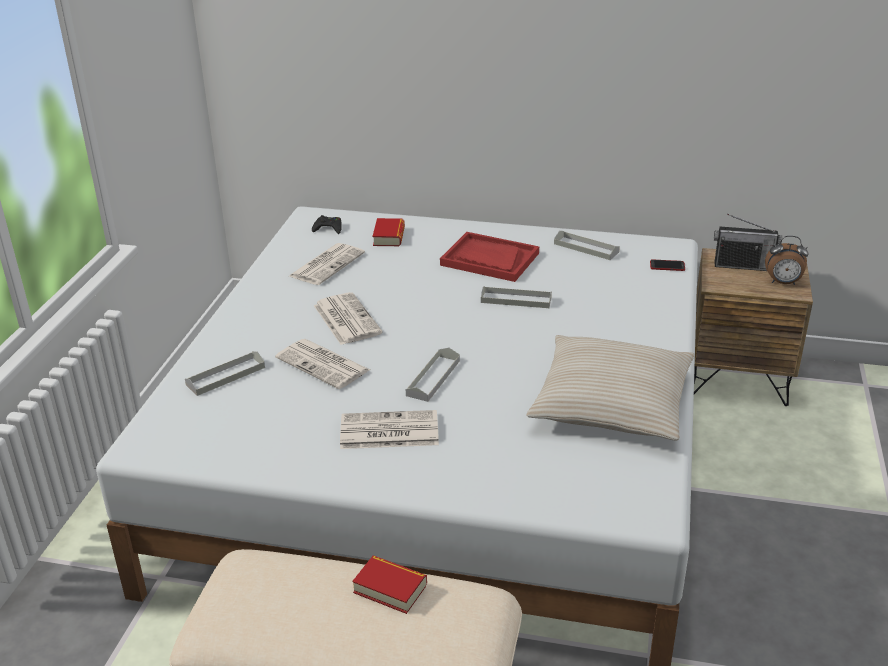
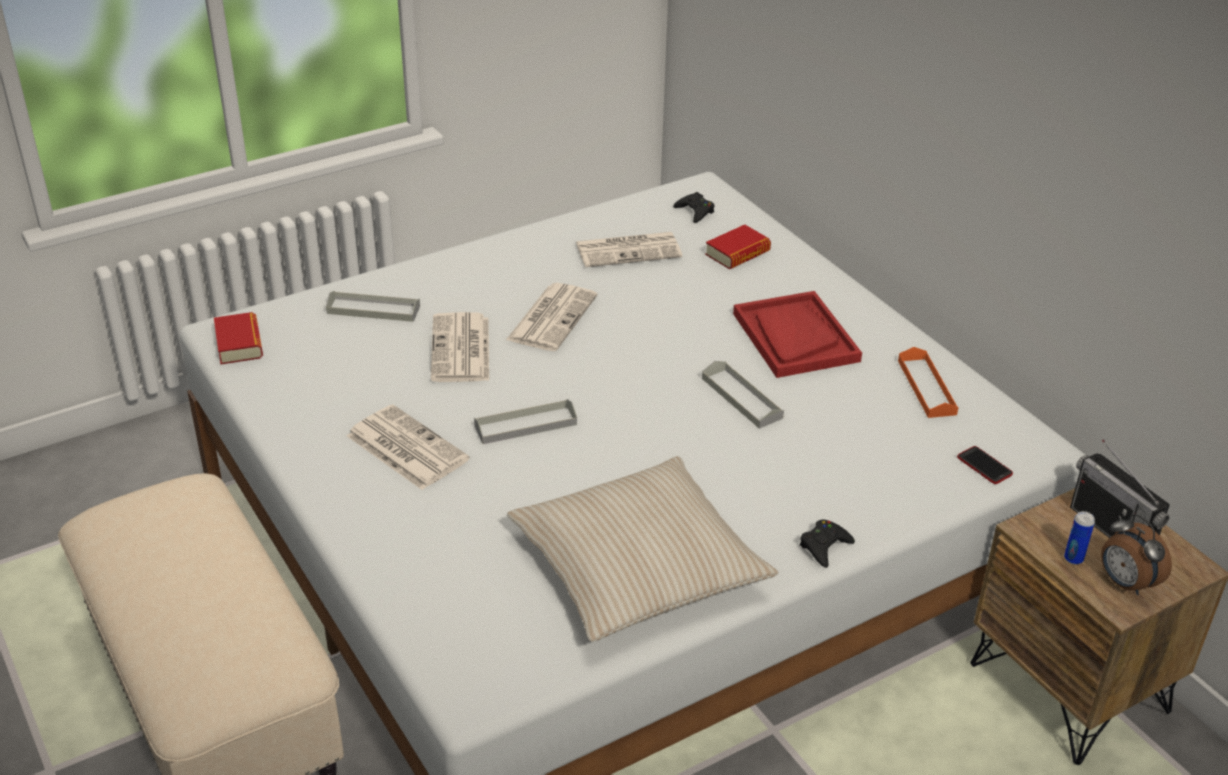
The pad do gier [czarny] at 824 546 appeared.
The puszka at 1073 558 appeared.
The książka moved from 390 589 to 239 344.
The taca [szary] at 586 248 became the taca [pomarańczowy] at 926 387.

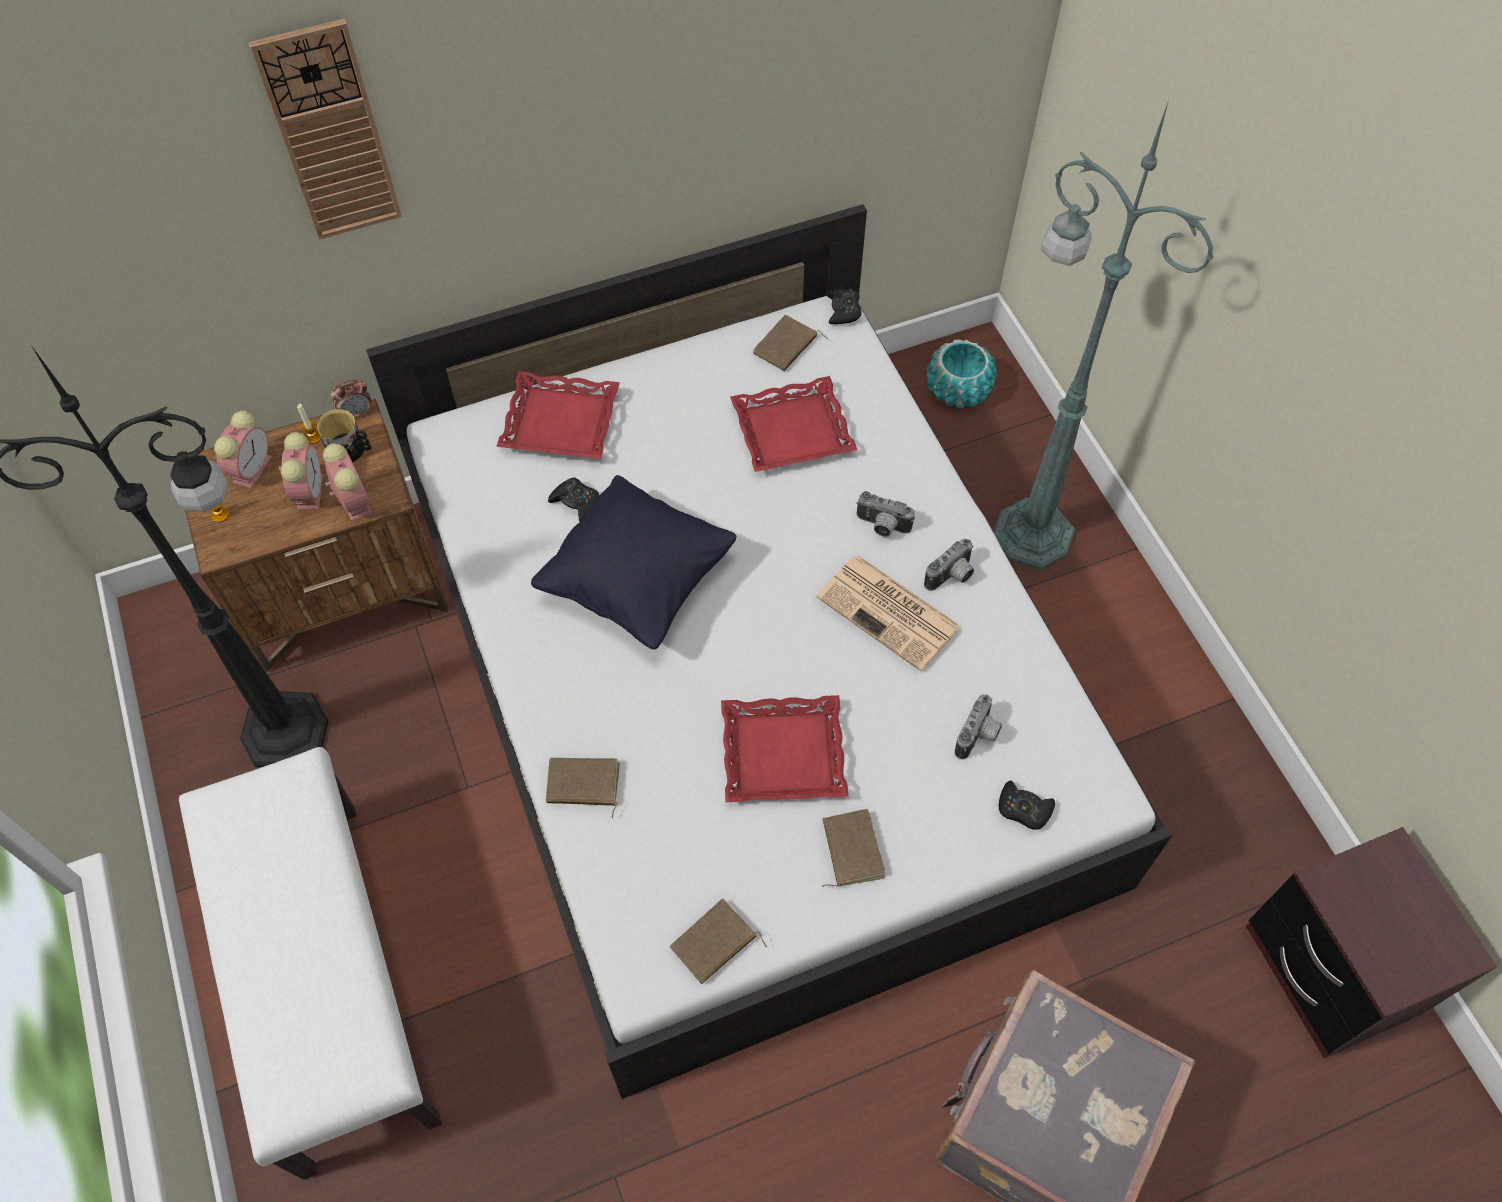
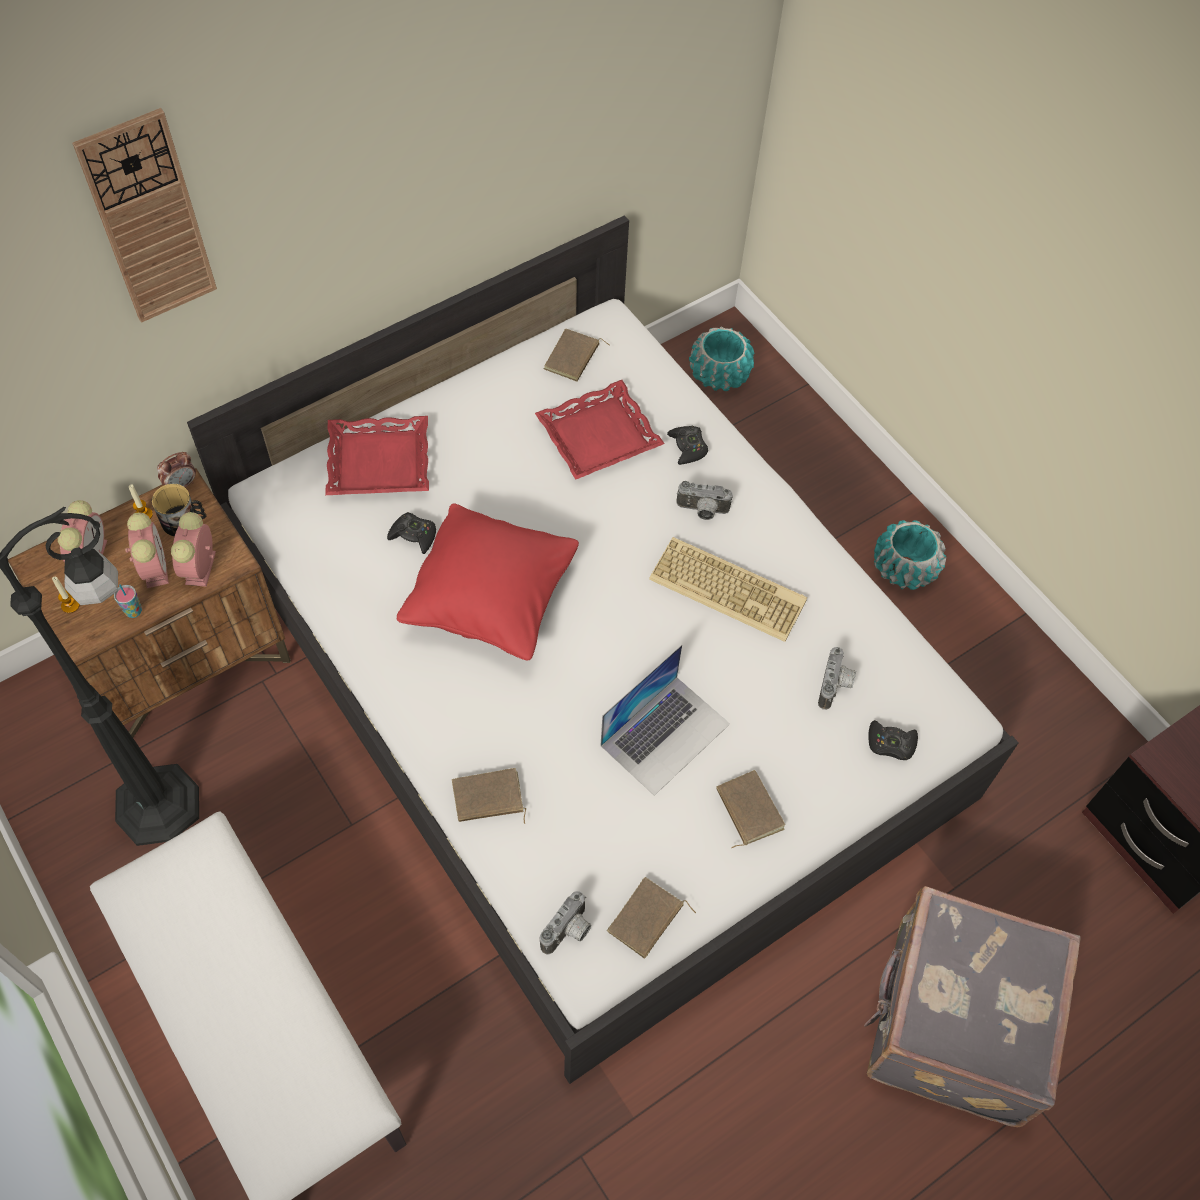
The lampa stojąca [zielony] at 1029 531 disappeared.
The filiżanka at 134 611 appeared.
The donica [turkusowy] at 903 568 appeared.
The pad do gier [czarny] moved from 843 310 to 687 447.
The aparat fotograficzny moved from 952 577 to 569 932.
The taca [czerwony] at 783 753 was replaced by the laptop at 665 734.
The gazeta at 890 613 was replaced by the klawiatura at 729 588.
The poduszka [czarny] at 637 582 became the poduszka [czerwony] at 491 601.
The budzik at 353 500 turned 135 degrees counterclockwise.

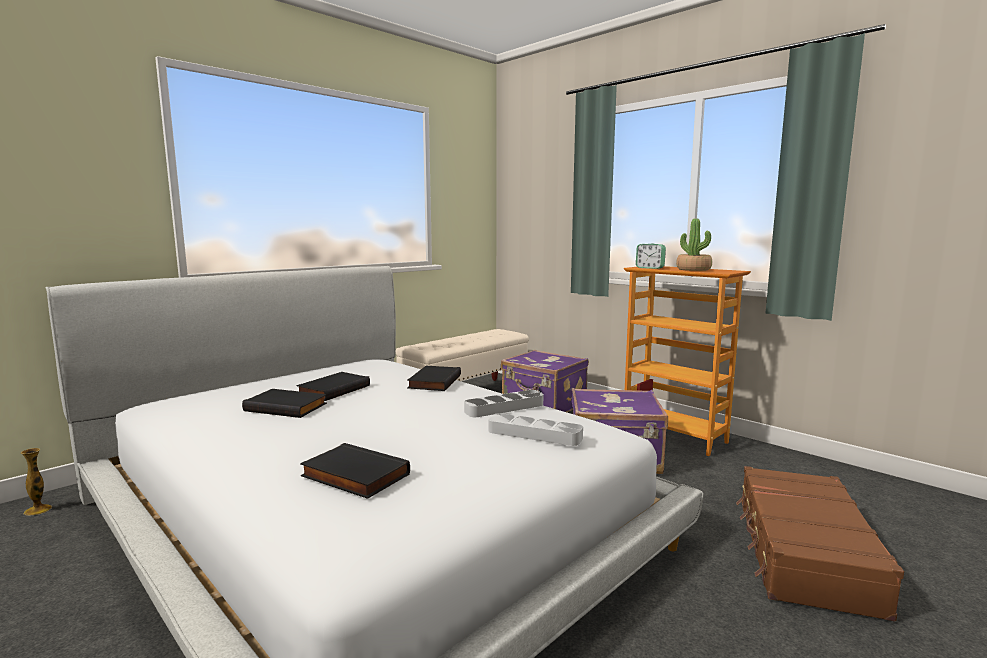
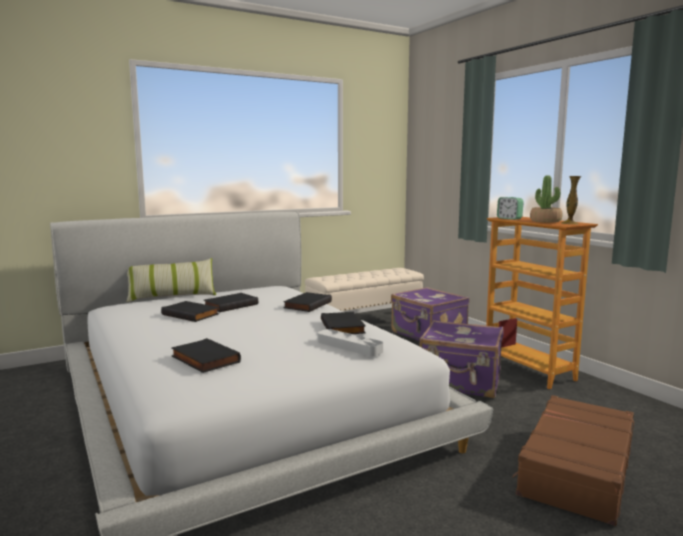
The poduszka at 172 297 appeared.
The wazon moved from 38 510 to 569 223.
The taca [szary] at 504 408 was replaced by the książka [czarny] at 343 327.

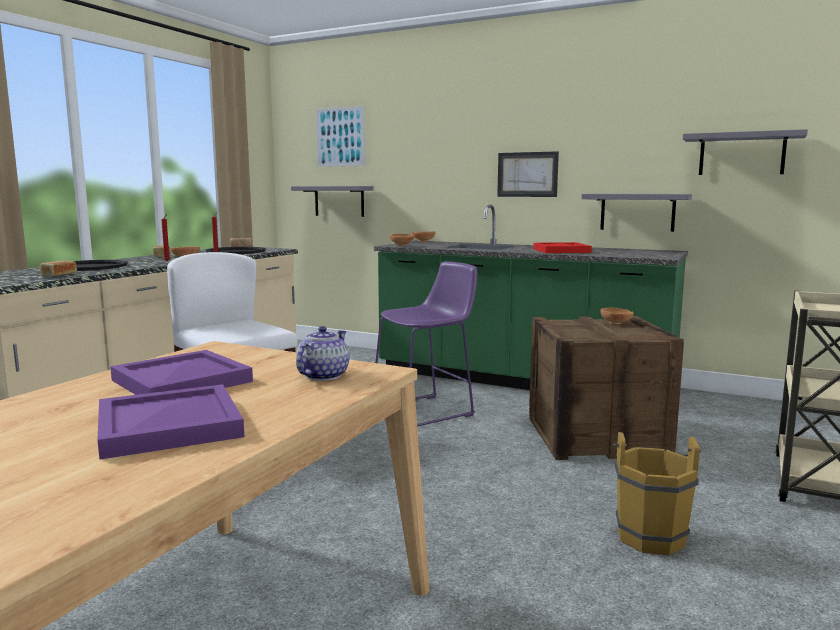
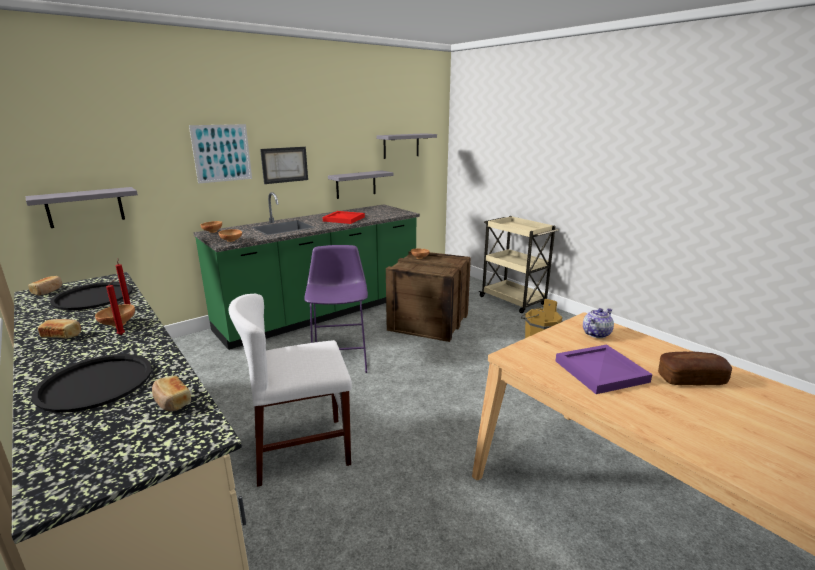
The obraz moved from 340 137 to 222 153.
The taca [fioletowy] at 167 427 was replaced by the chleb at 691 379.
The imbryk at 322 376 turned 90 degrees clockwise.

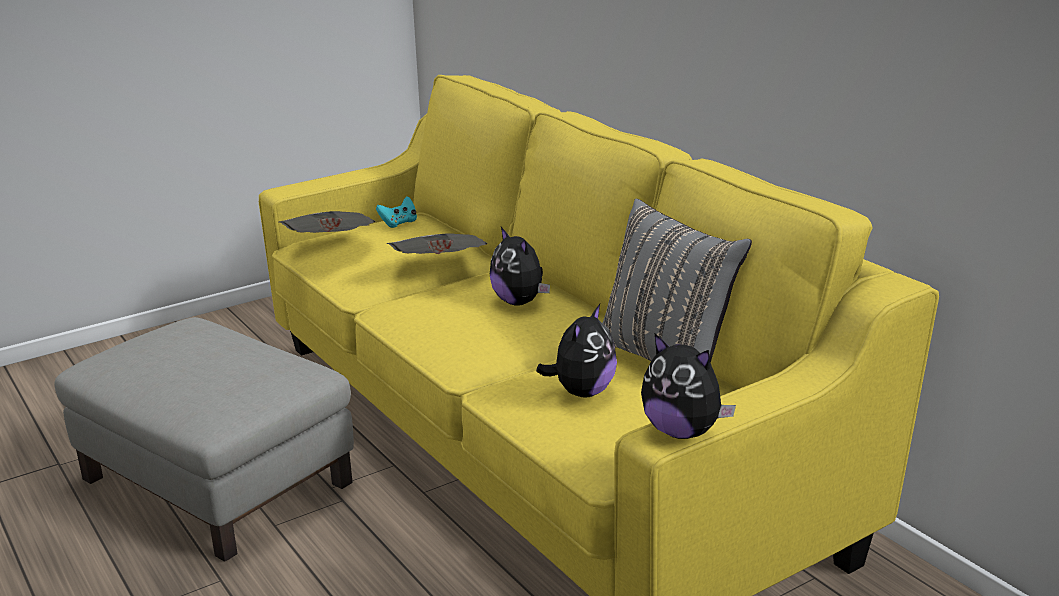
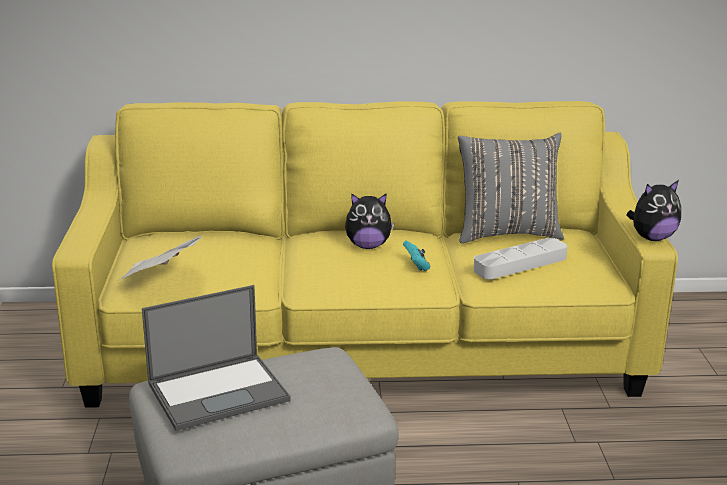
The gazeta at 440 270 disappeared.
The laptop at 220 391 appeared.
The pad do gier [turkusowy] moved from 399 223 to 416 266.
The pluszak at 582 392 was replaced by the taca [szary] at 520 264.

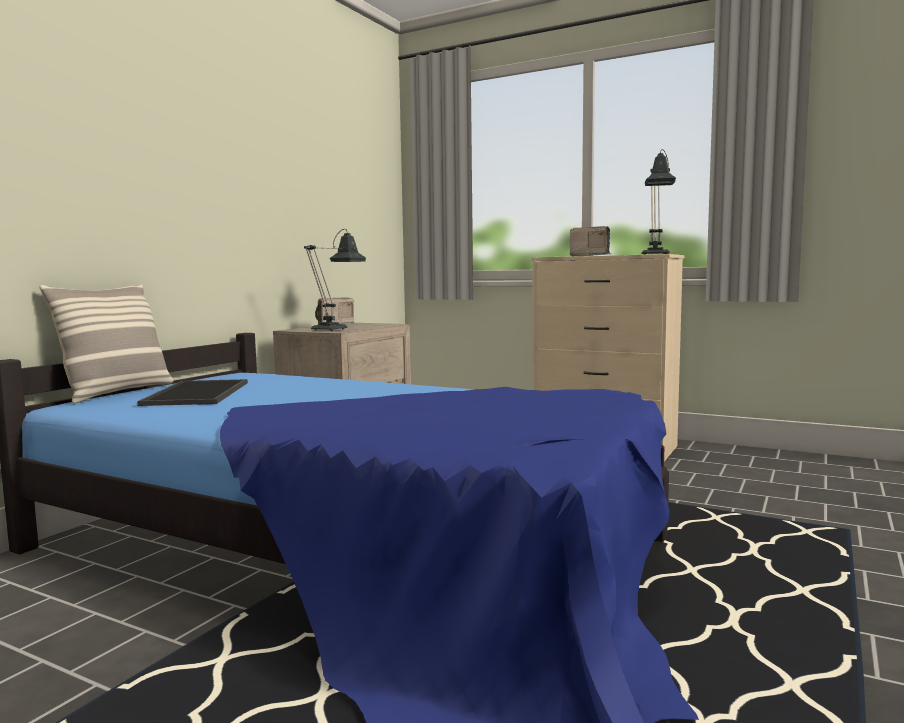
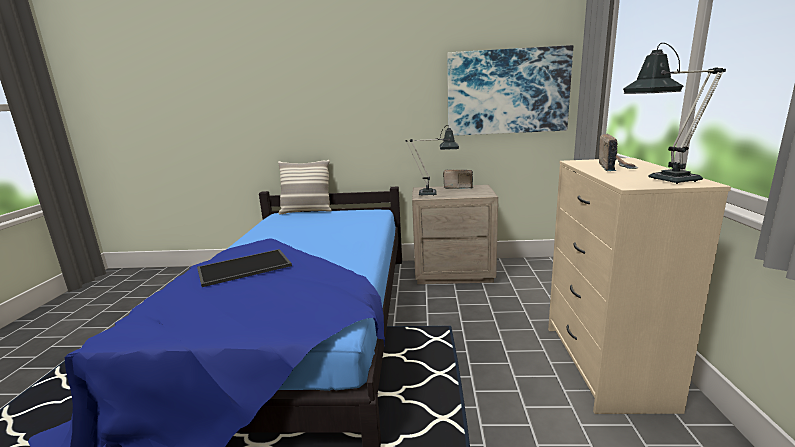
The obraz at 507 92 appeared.
The taca moved from 199 393 to 243 268.

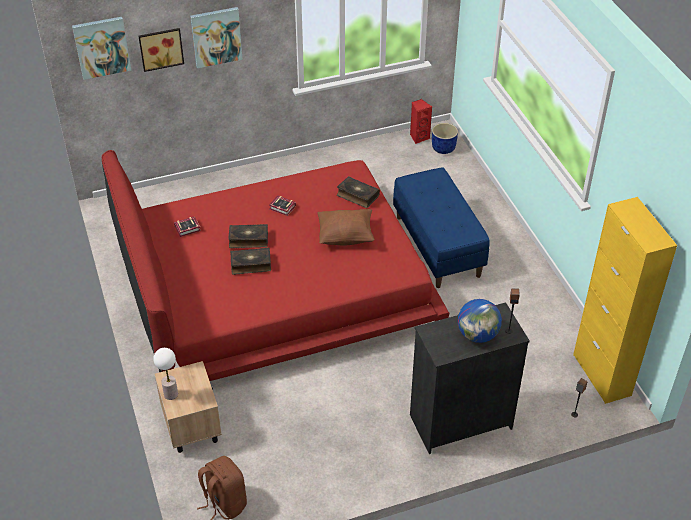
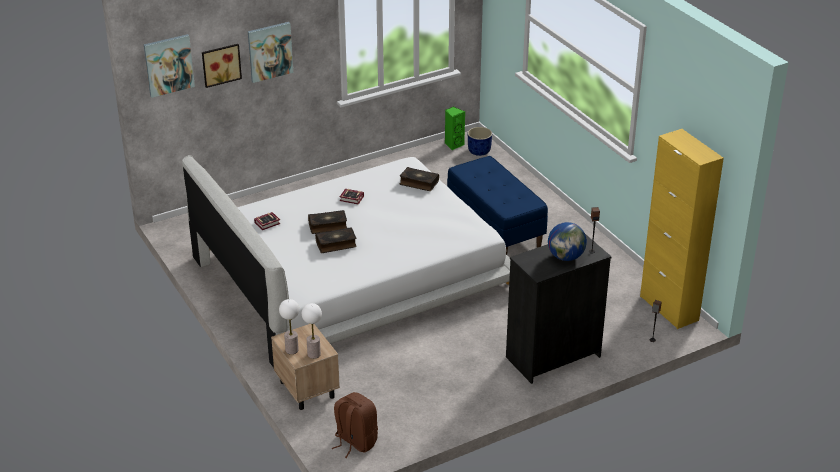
The poduszka [brązowy] at 346 236 disappeared.
The lampa stołowa at 314 354 appeared.
The łóżko [czerwony] at 275 286 became the łóżko [biały] at 352 274.
The głośnik [czerwony] at 419 137 became the głośnik [zielony] at 453 144.

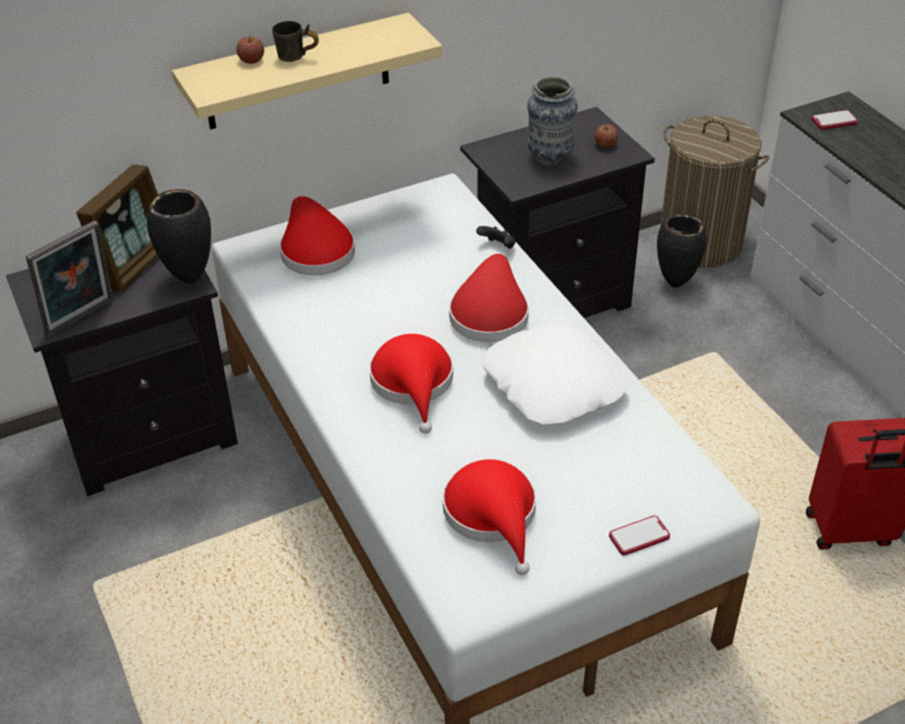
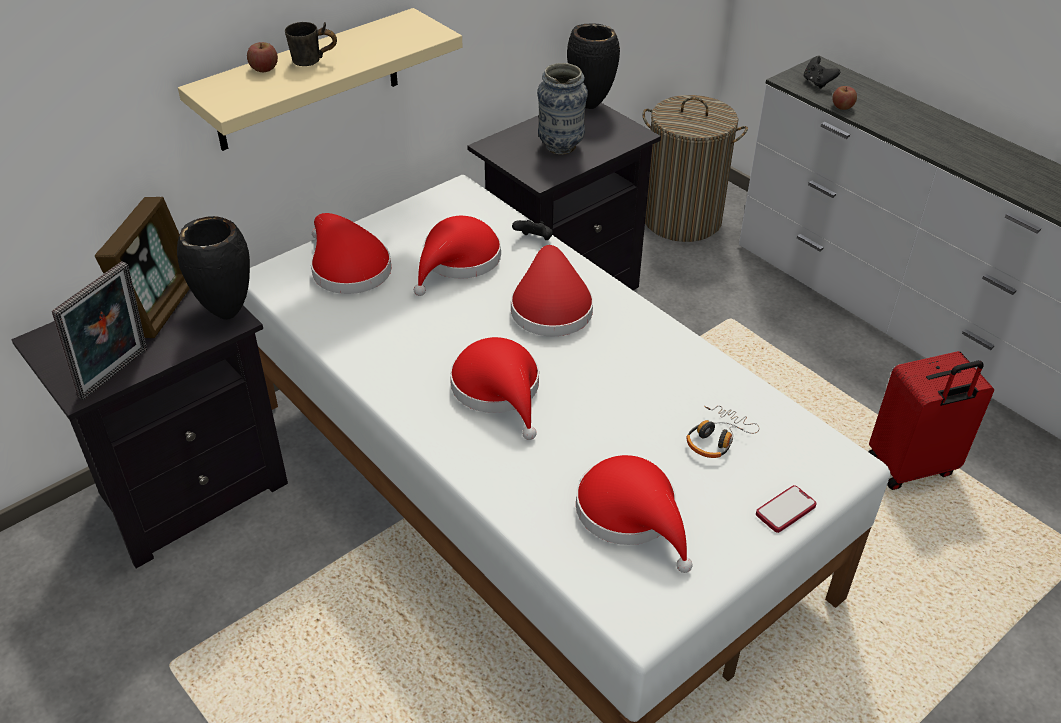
The poduszka [biały] at 555 384 disappeared.
The kapelusz [czerwony] at 458 261 appeared.
The słuchawki at 716 438 appeared.
The jabłko moved from 605 144 to 842 106.
The wazon [czarny] moved from 676 283 to 591 105.
The telefon at 834 121 was replaced by the pad do gier [czarny] at 817 83.

